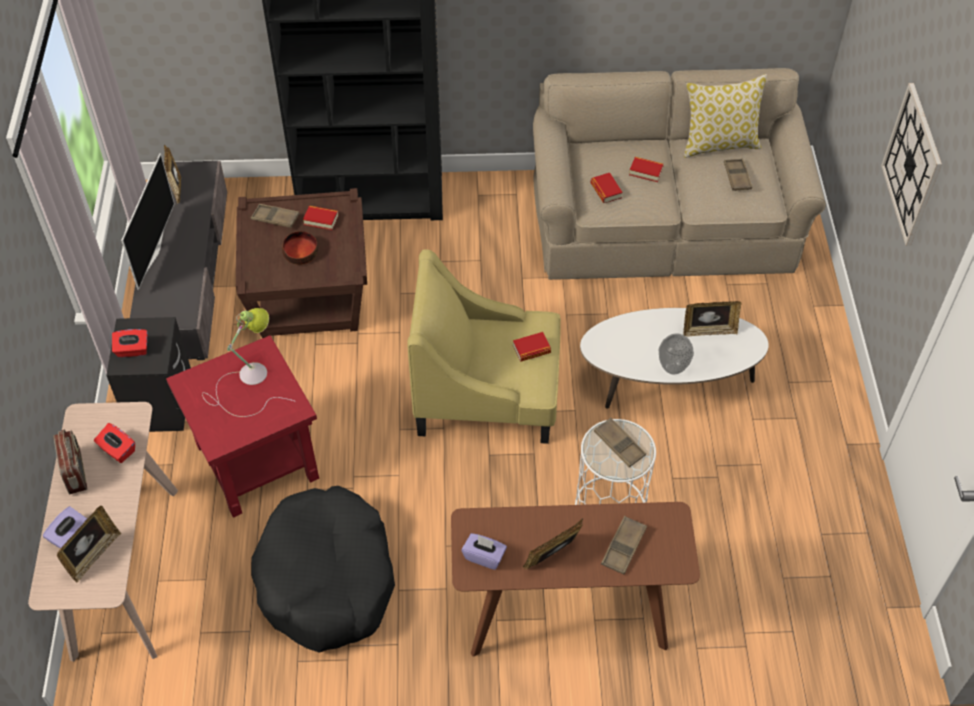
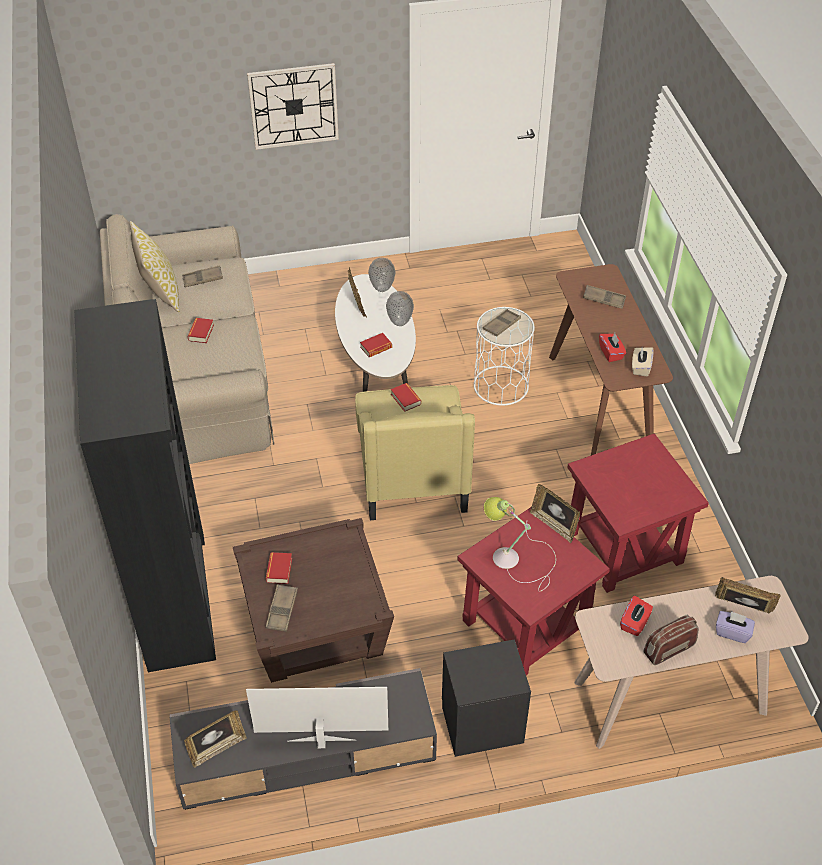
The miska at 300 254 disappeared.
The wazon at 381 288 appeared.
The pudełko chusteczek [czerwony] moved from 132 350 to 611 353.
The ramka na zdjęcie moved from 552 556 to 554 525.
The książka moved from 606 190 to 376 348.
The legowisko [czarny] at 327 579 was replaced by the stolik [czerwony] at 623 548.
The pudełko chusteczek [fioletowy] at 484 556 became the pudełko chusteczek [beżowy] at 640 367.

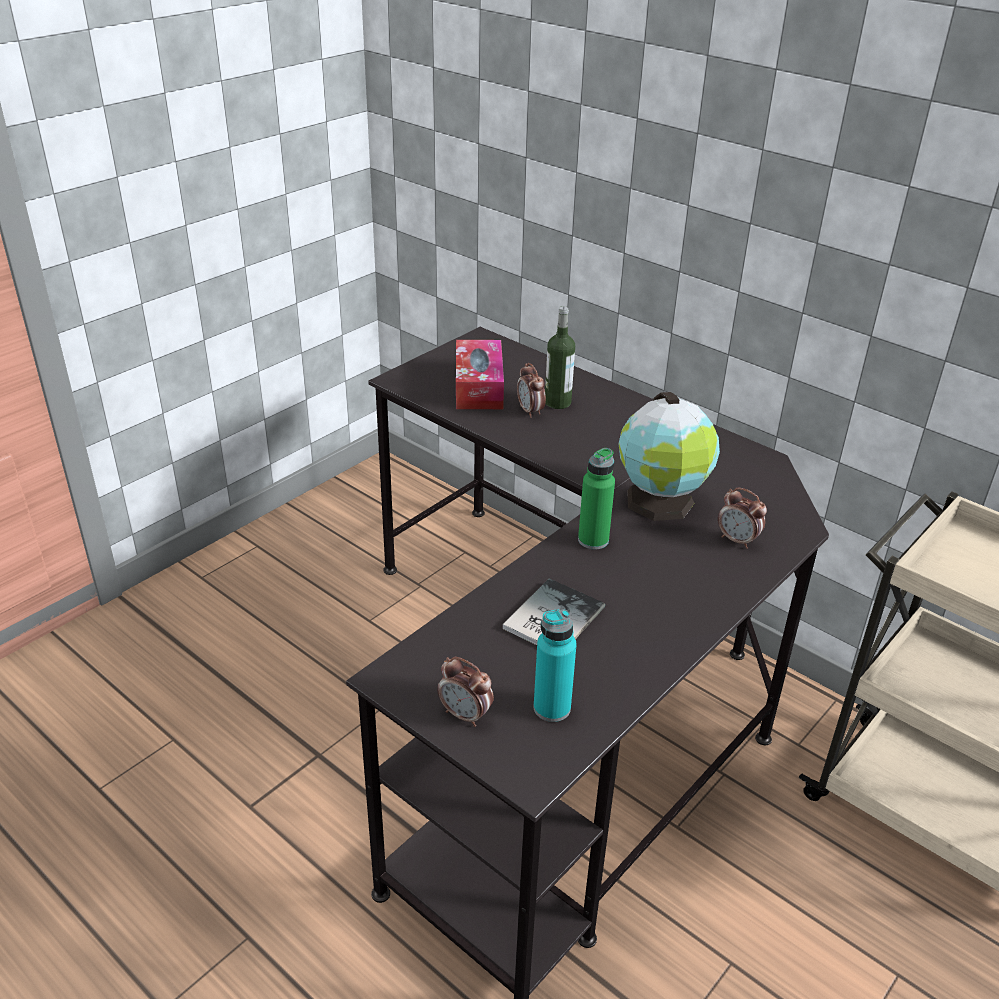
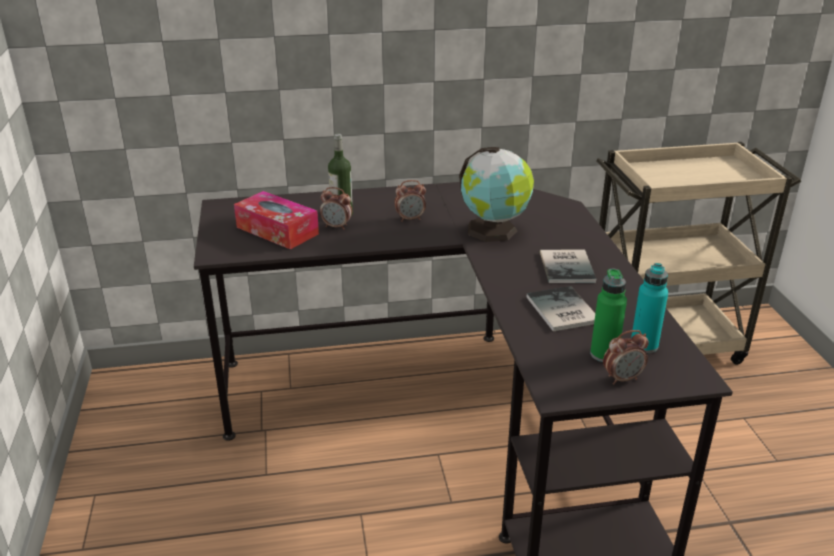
The książka at 568 266 appeared.
The butelka [zielony] moved from 593 540 to 604 354.
The budzik moved from 737 540 to 410 219.

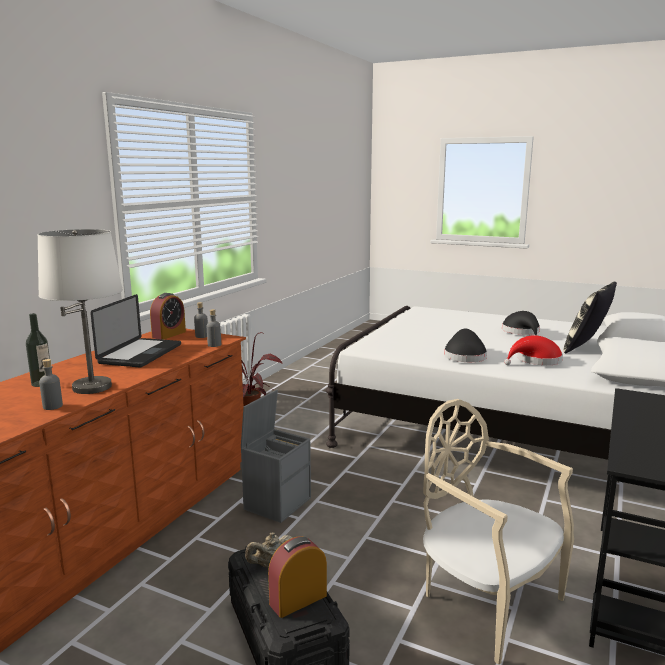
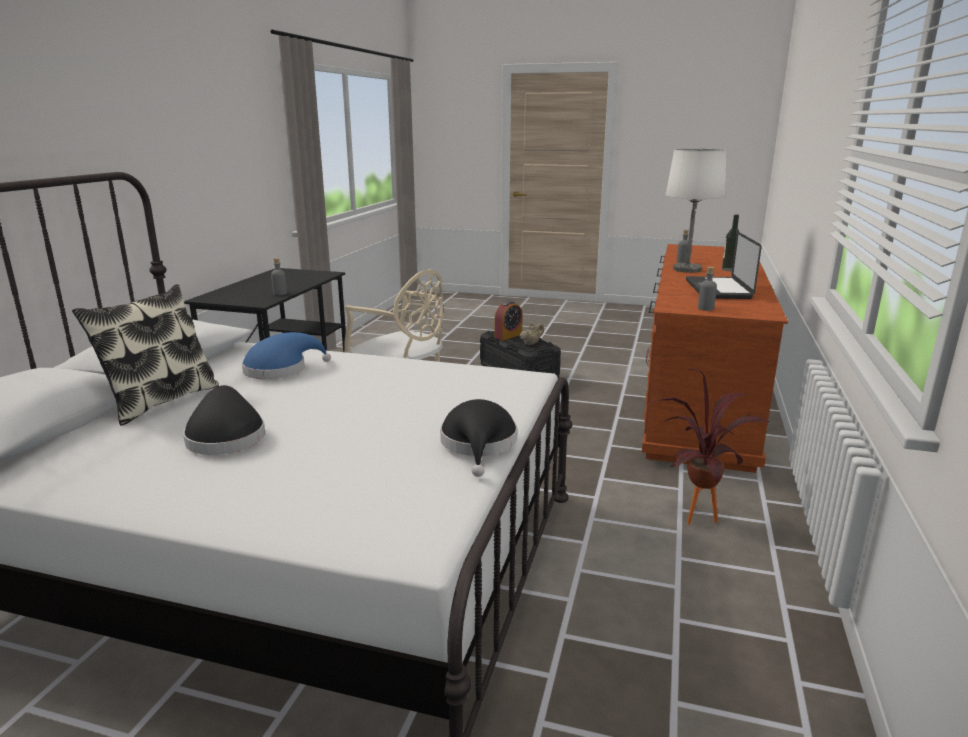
The budzik at 169 334 disappeared.
The pojemnik do przechowywania [szary] at 277 502 disappeared.
The butelka [szary] moved from 214 345 to 280 293.
The kapelusz [czarny] moved from 464 356 to 479 445.
The kapelusz [czerwony] at 536 361 became the kapelusz [niebieski] at 280 369.

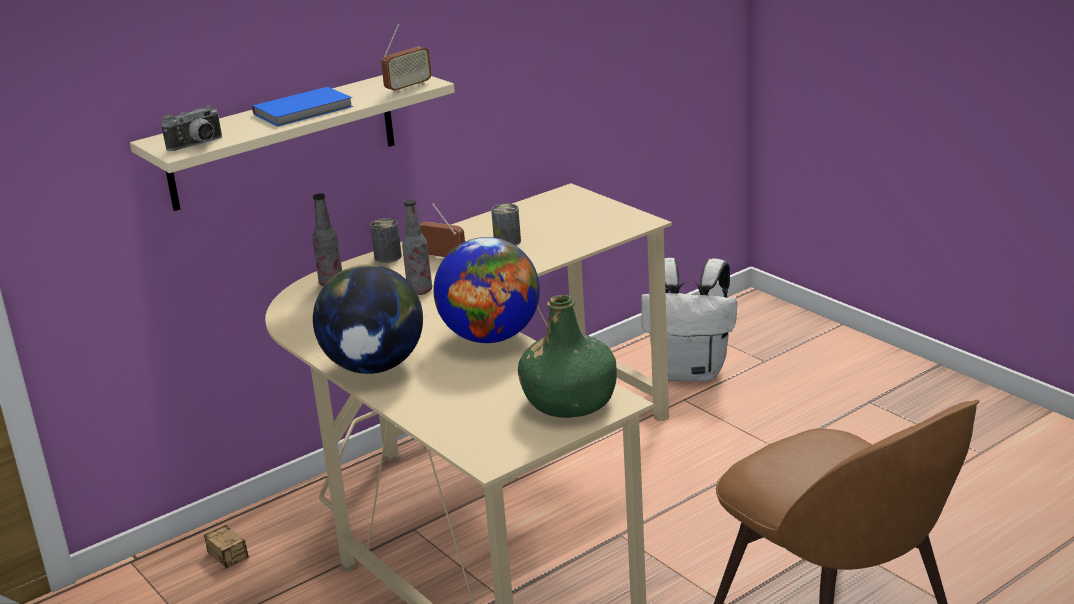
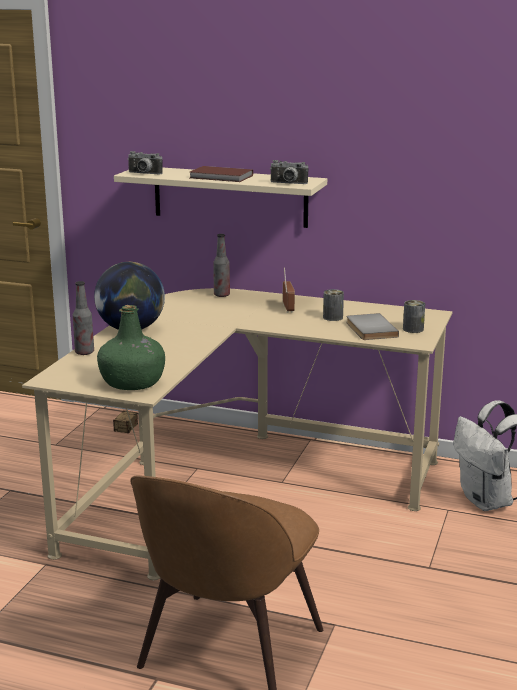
The globus at 491 337 disappeared.
The książka [szary] at 369 329 appeared.
The puszka moved from 388 257 to 413 329.
The butelka moved from 420 291 to 84 352.
The radio at 408 88 was replaced by the aparat fotograficzny at 288 184.
The książka [niebieski] at 305 110 became the książka [brązowy] at 221 177.

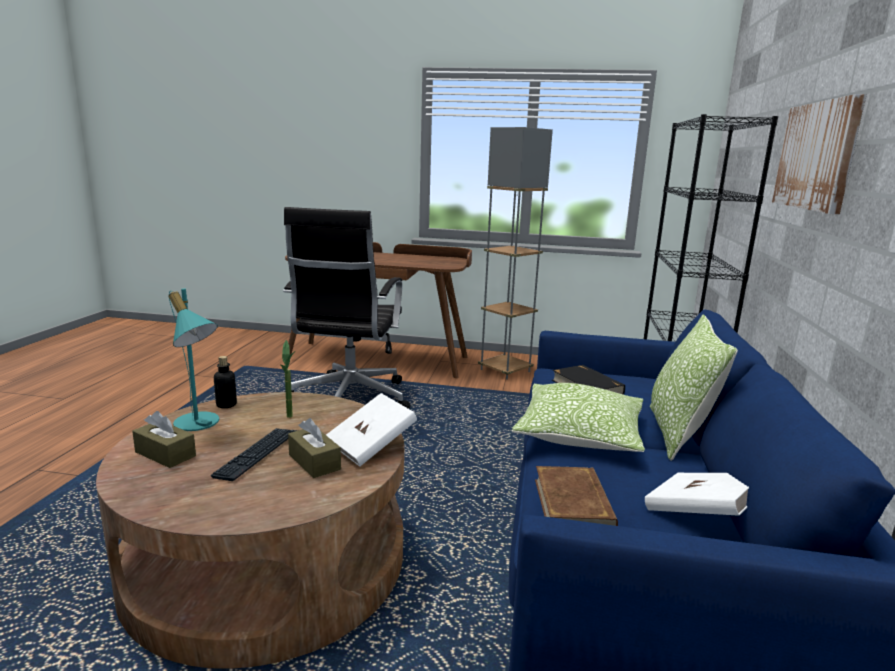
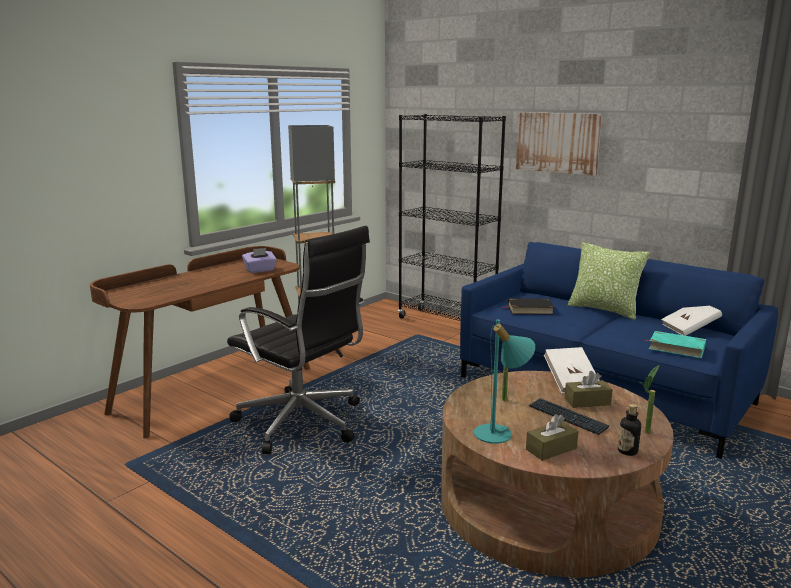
The poduszka at 579 434 disappeared.
The pudełko chusteczek [fioletowy] at 260 270 appeared.
The roślina doniczkowa at 644 434 appeared.
The butelka moved from 226 405 to 627 451.
The książka [brązowy] at 573 505 became the książka [turkusowy] at 676 348.

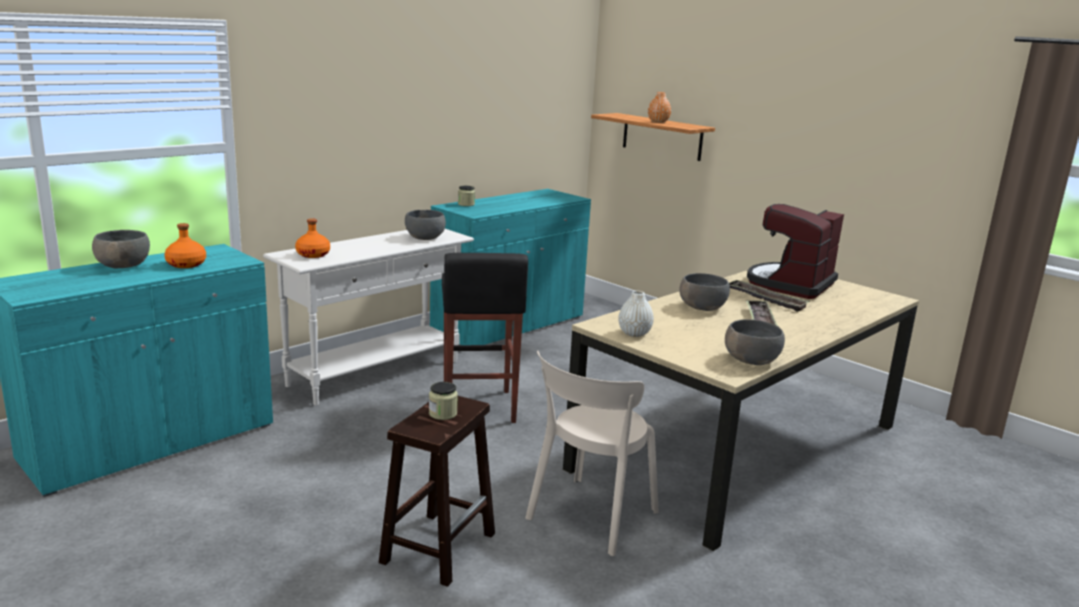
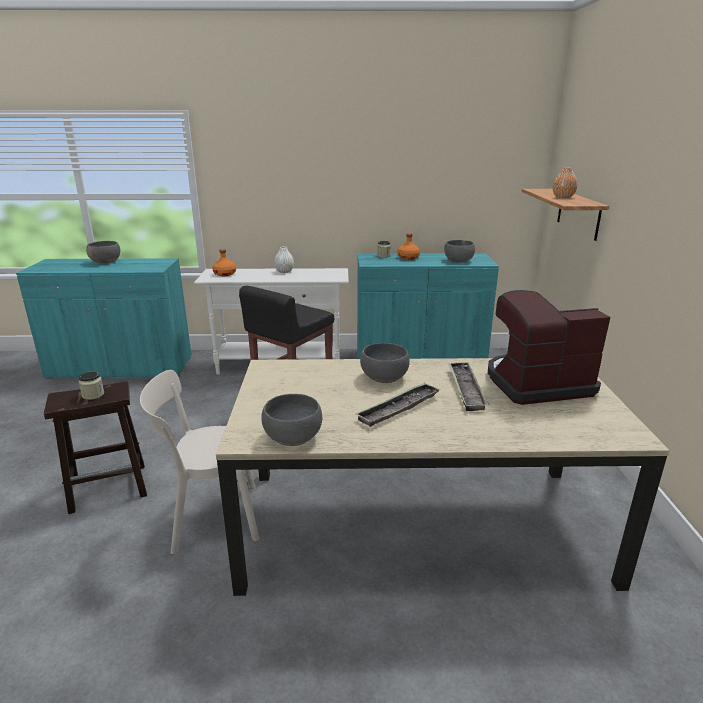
The butelka [pomarańczowy] moved from 186 264 to 408 258.
The miska [szary] moved from 425 237 to 458 261.
The wazon [biały] moved from 634 333 to 284 271.

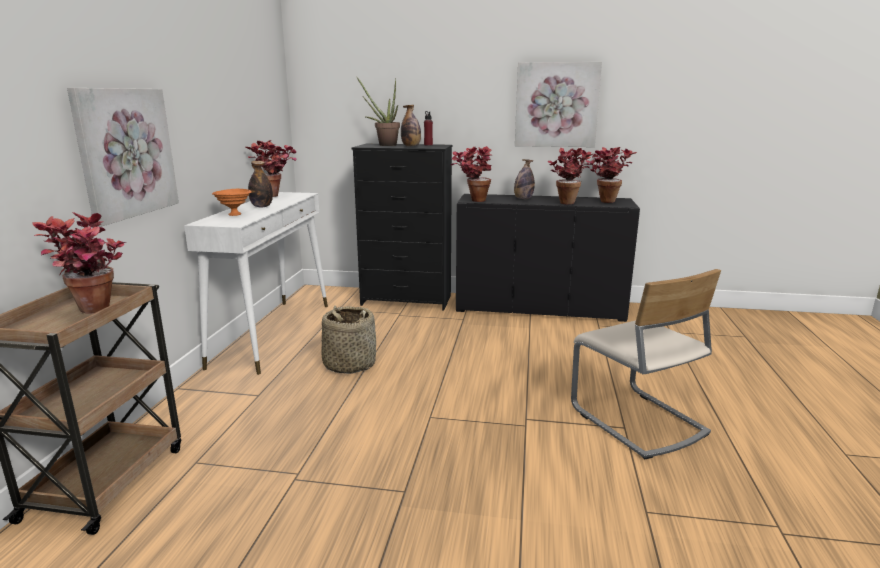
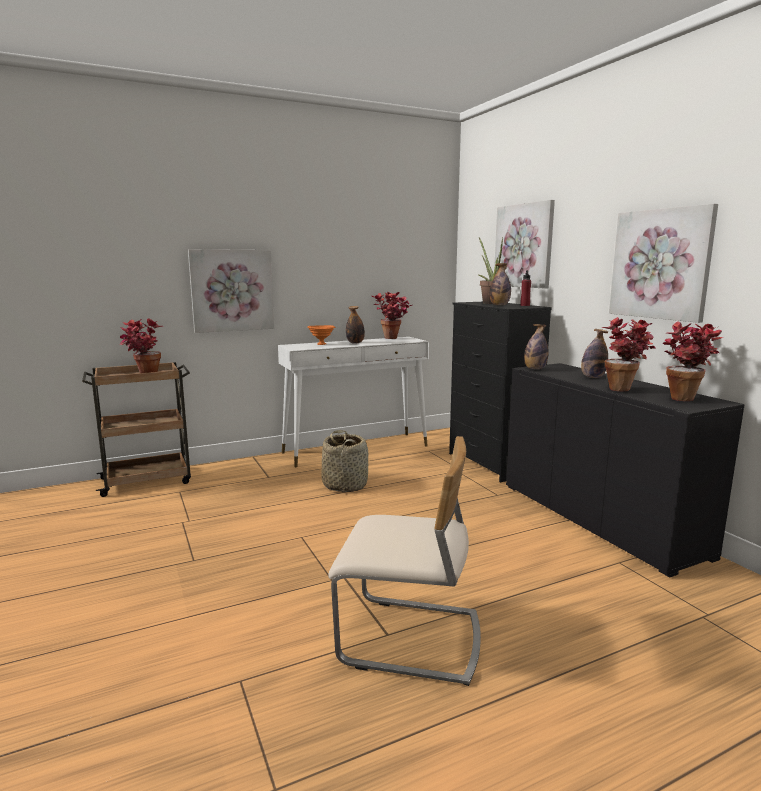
The obraz at 524 246 appeared.
The roślina doniczkowa at 472 200 was replaced by the butelka at 535 369.
The krzesło [beżowy] at 636 421 turned 105 degrees counterclockwise.

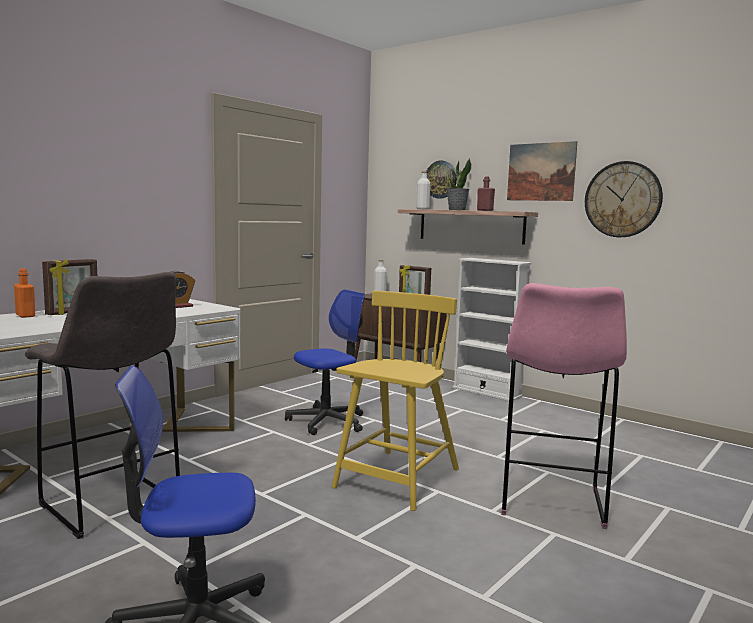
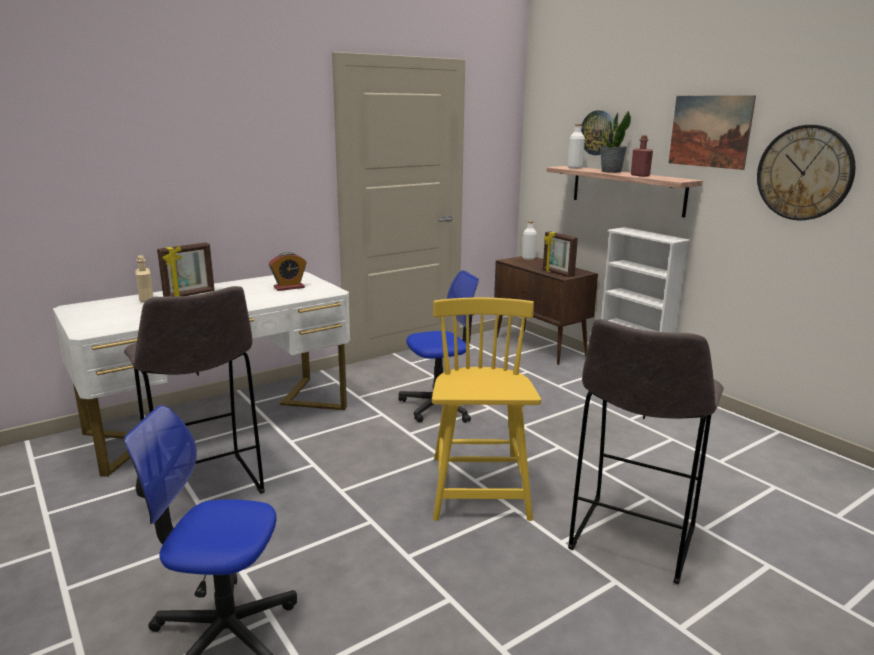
The butelka [pomarańczowy] at 25 316 became the butelka [beżowy] at 146 299.
The stołek [różowy] at 551 503 became the stołek [szary] at 631 541.
The krzesło [żółty] at 397 479 turned 45 degrees counterclockwise.

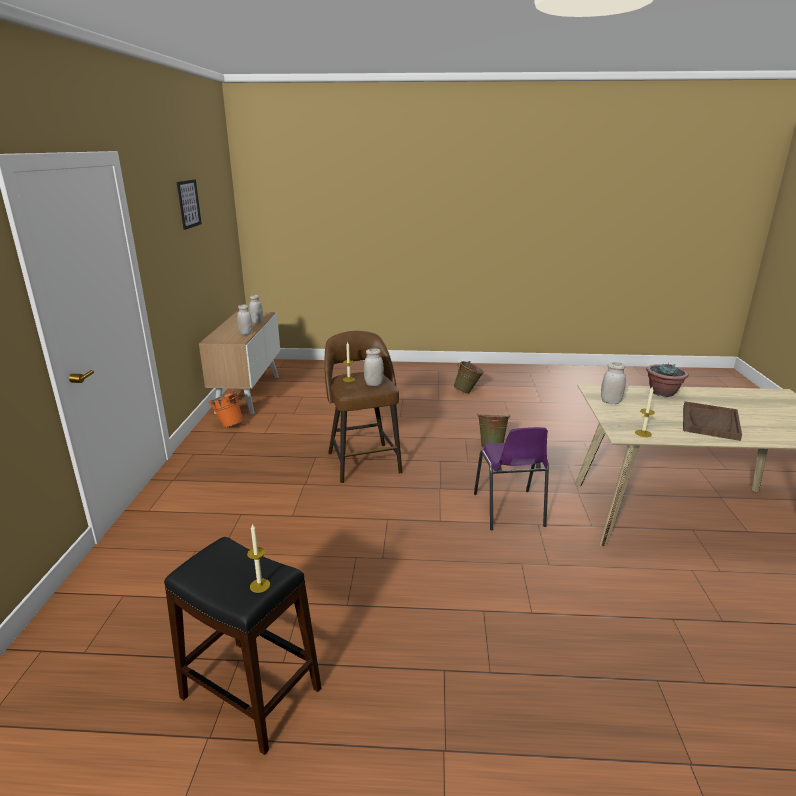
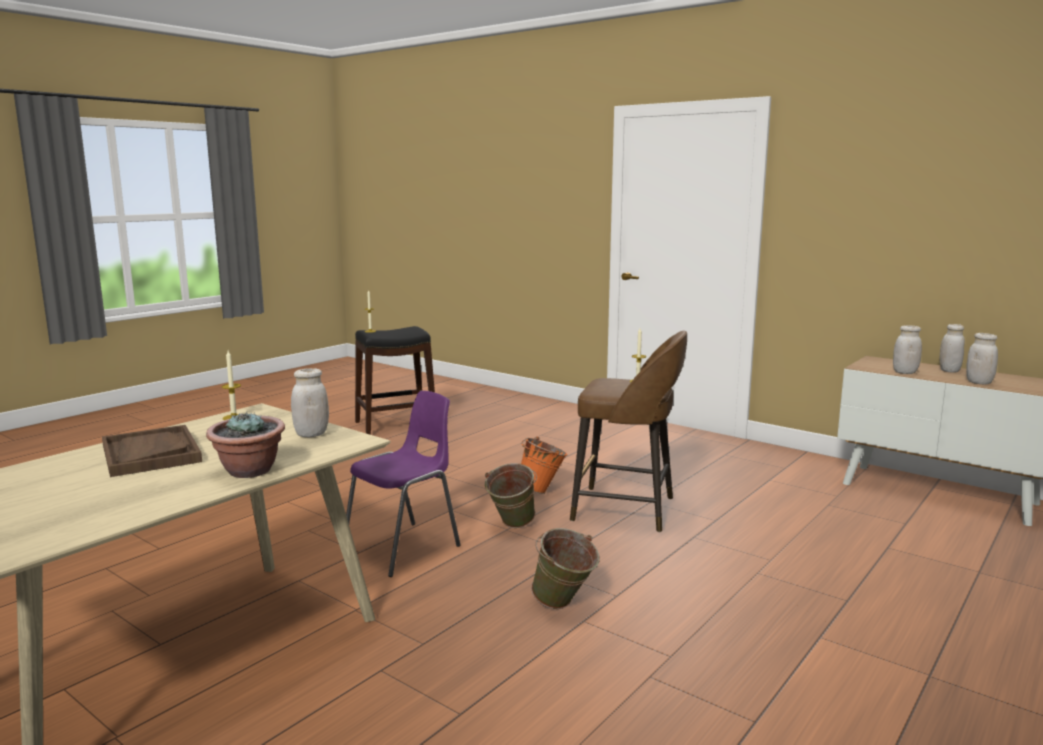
The obraz at 188 204 disappeared.
The wiadro [pomarańczowy] moved from 228 425 to 542 491.
The słoik [biały] moved from 374 384 to 949 370.
The wiadro [zielony] moved from 468 392 to 511 526.
The krzesło [fioletowy] at 509 511 turned 105 degrees clockwise.

